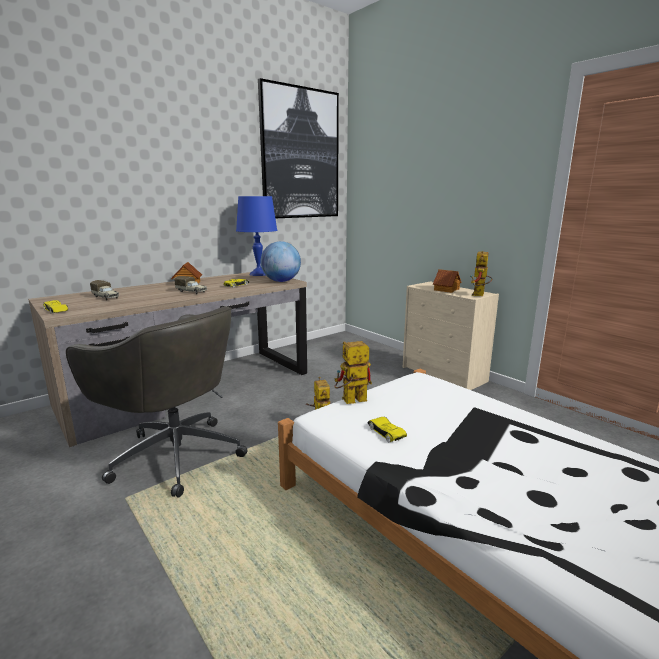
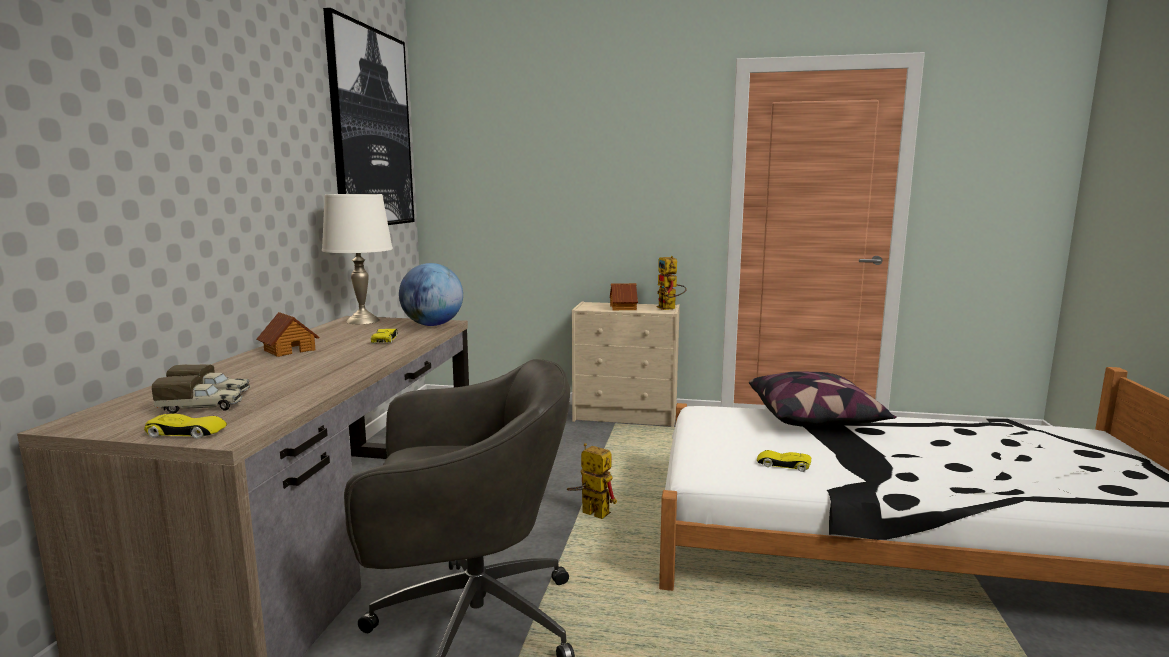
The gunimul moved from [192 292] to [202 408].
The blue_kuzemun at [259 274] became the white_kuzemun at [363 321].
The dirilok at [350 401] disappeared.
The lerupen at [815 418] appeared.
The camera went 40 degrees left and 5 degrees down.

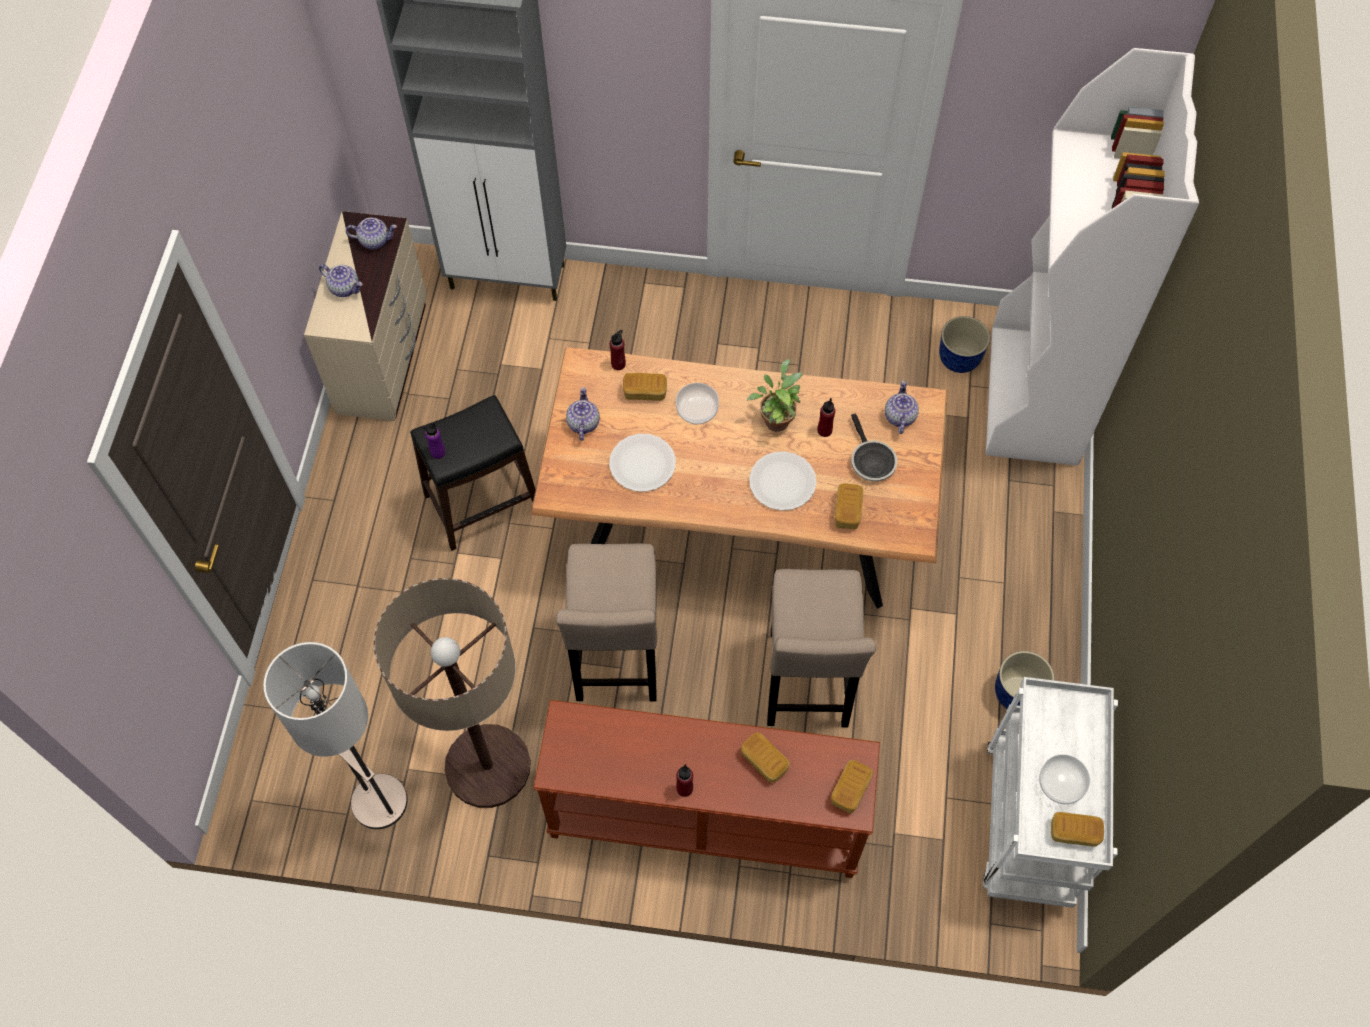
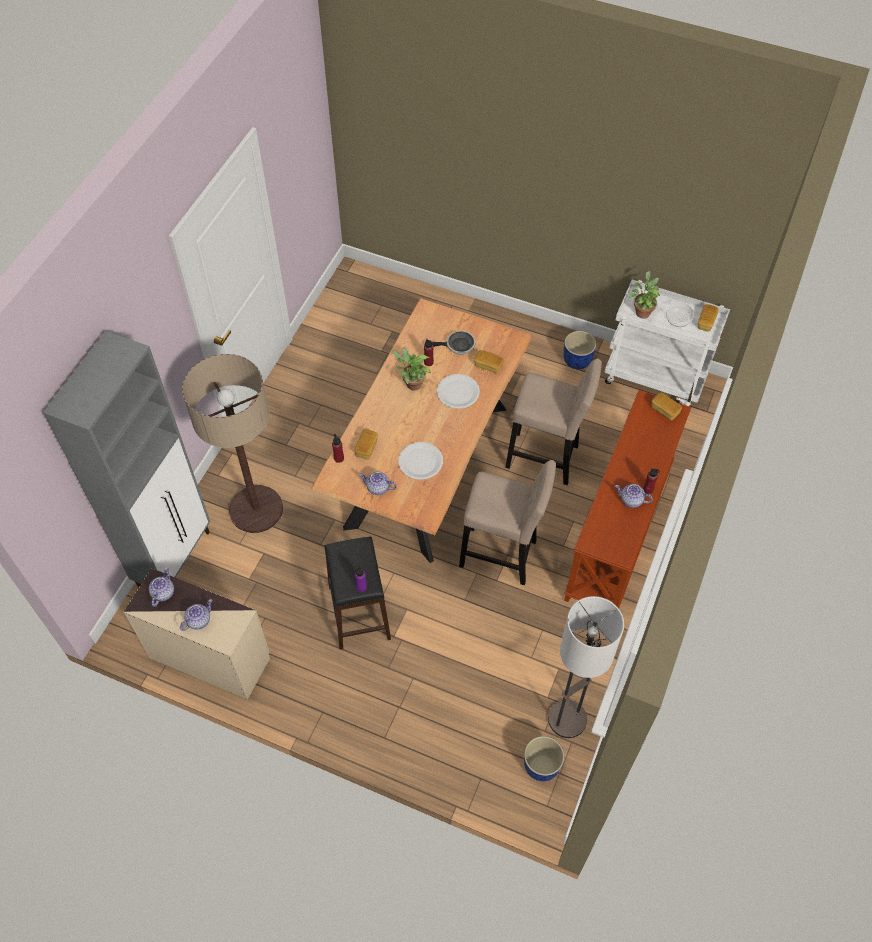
The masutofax moved from [487 766] to [256 509].
The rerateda at [697 410] disappeared.
The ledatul at [764 761] disappeared.
The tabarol moved from [899 416] to [631 500].
The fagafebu moved from [959 360] to [542 766].
The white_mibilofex at [1034 397] disappeared.
The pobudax at [642 311] appeared.
The camera went 75 degrees left and 5 degrees down.

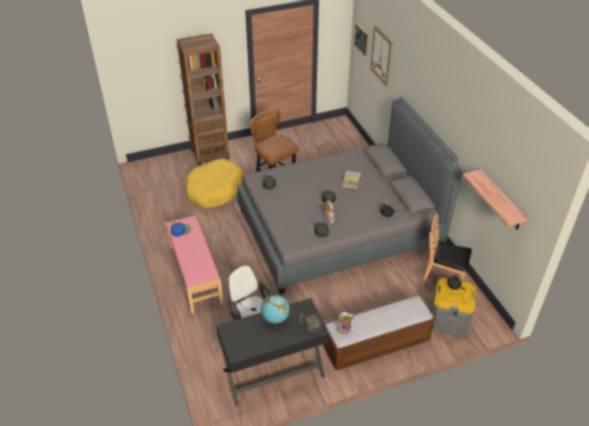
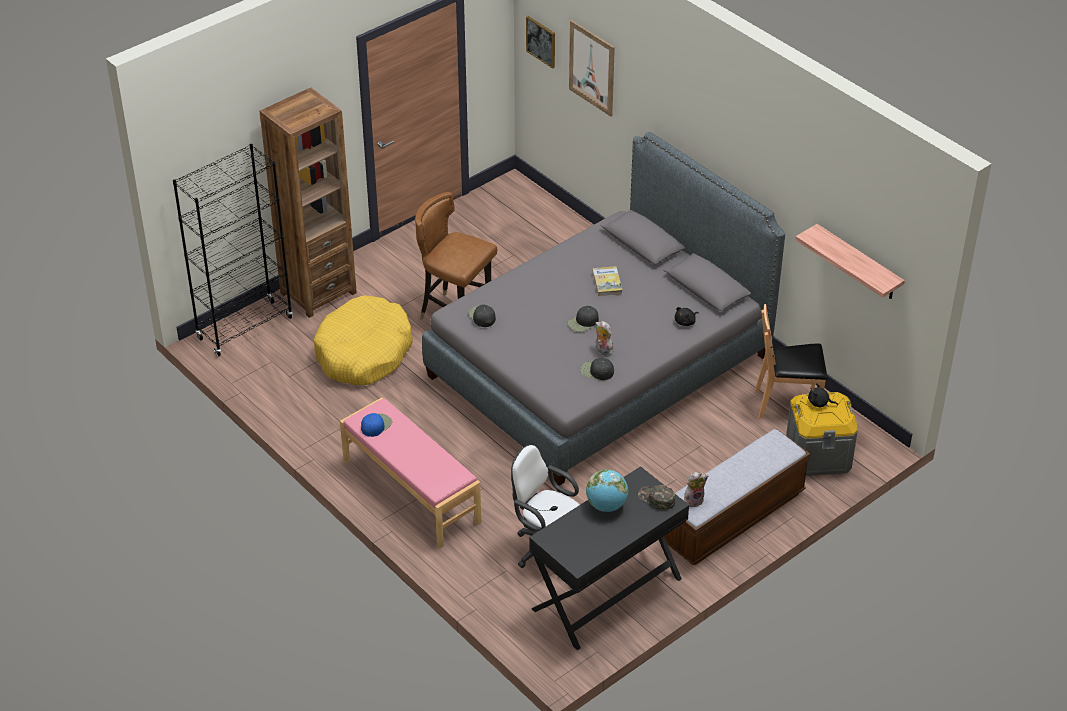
The black_mibilofex at [245 328] appeared.
The camera went 20 degrees left and 0 degrees up.

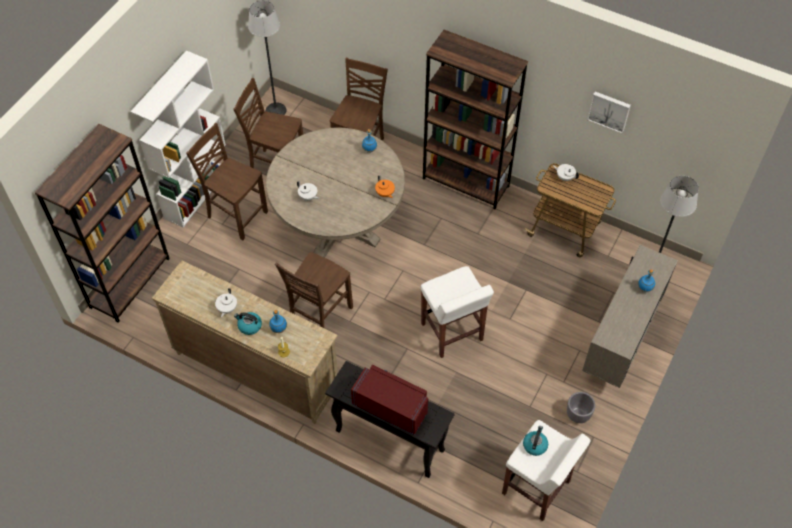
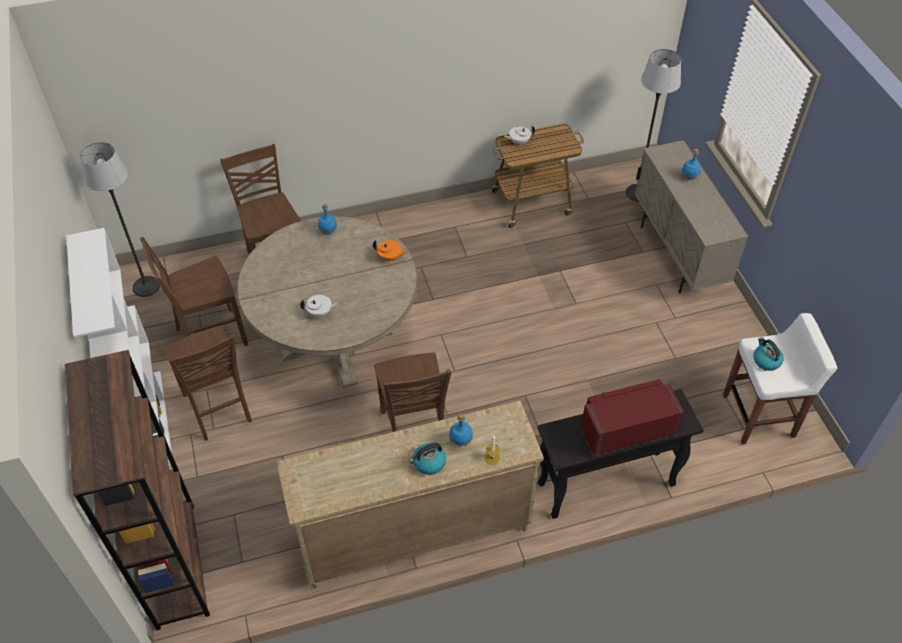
The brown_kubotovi at [236 215] turned 105 degrees counterclockwise.
The white_tabarol at [227 309] disappeared.
The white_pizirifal at [452 333] disappeared.
The brown_mibilofex at [466 182] disappeared.
The grey_fagafebu at [578 415] disappeared.
The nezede at [609 111] disappeared.
The camera went 45 degrees left and 5 degrees down.

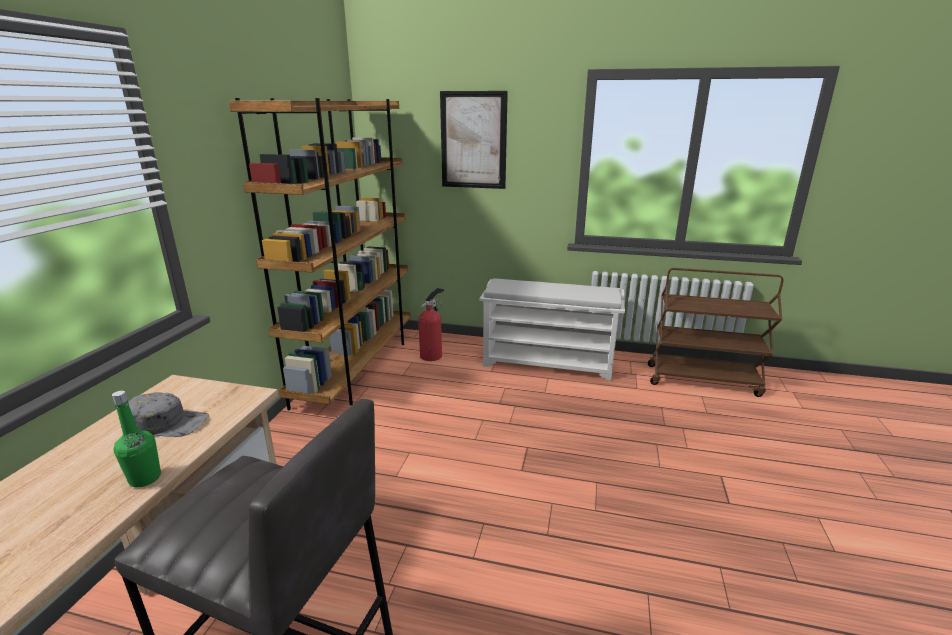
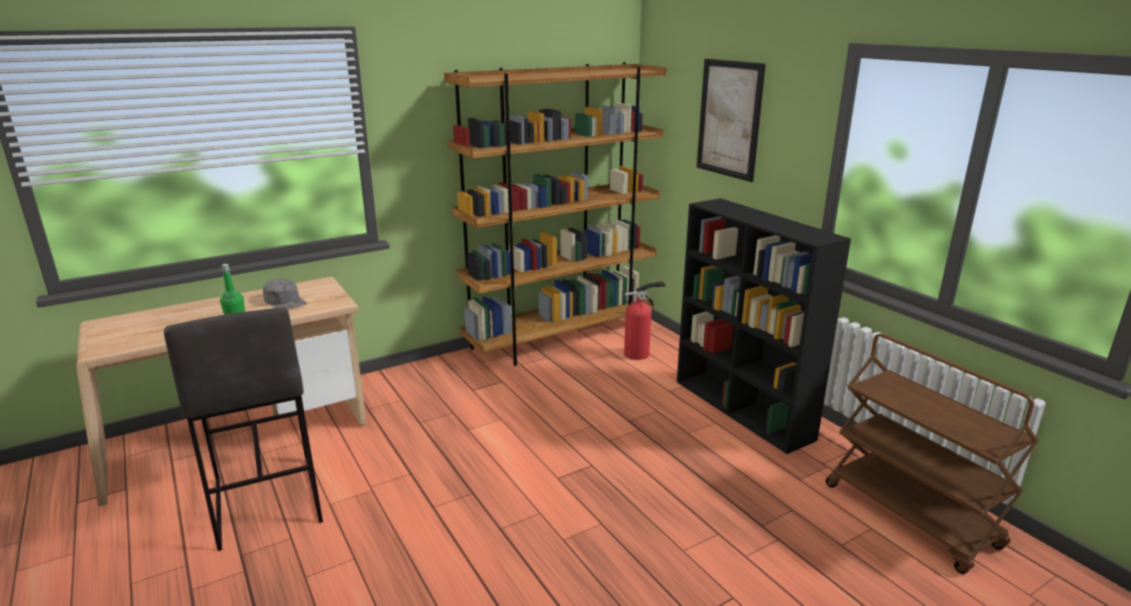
The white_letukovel at [549 363] was replaced by the black_mibilofex at [743 410].
The camera went 45 degrees right and 0 degrees up.

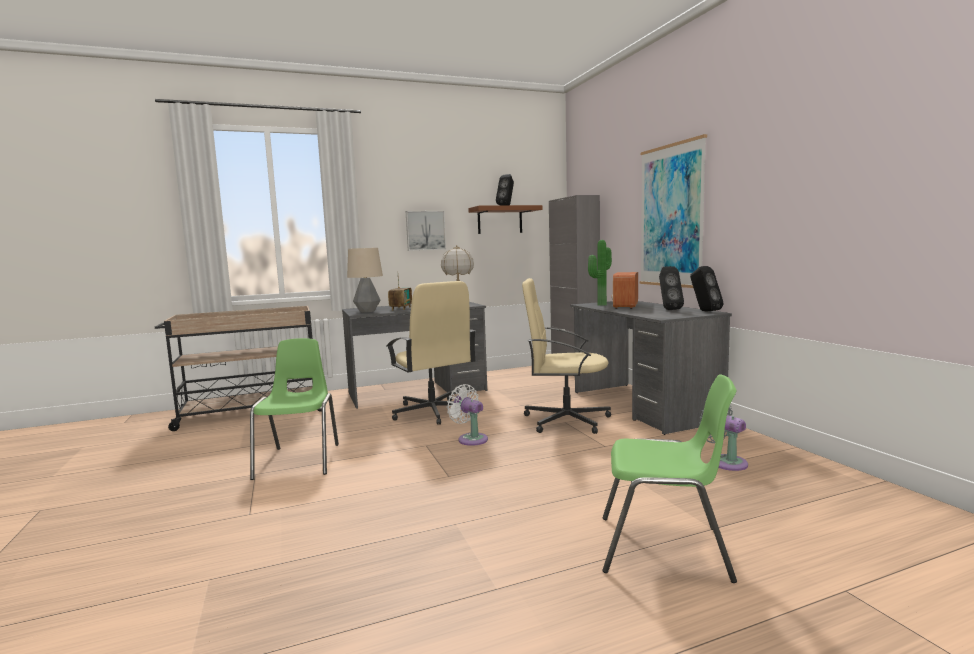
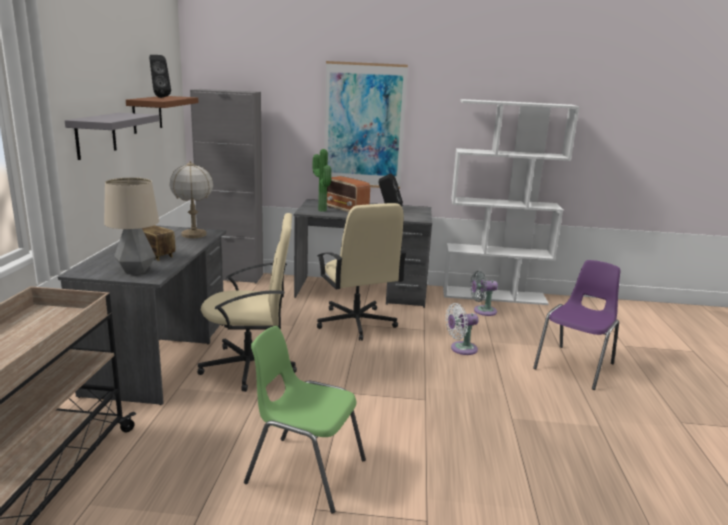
The nezede at [425 230] was replaced by the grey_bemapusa at [95 135].
The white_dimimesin moved from [470 439] to [461 349].
The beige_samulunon at [565 420] turned 60 degrees counterclockwise.
The green_kubotovi at [665 549] became the purple_kubotovi at [576 366].
The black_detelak at [704 311] disappeared.
The white_mibilofex at [494 295] appeared.
The camera went 65 degrees left and 10 degrees up.

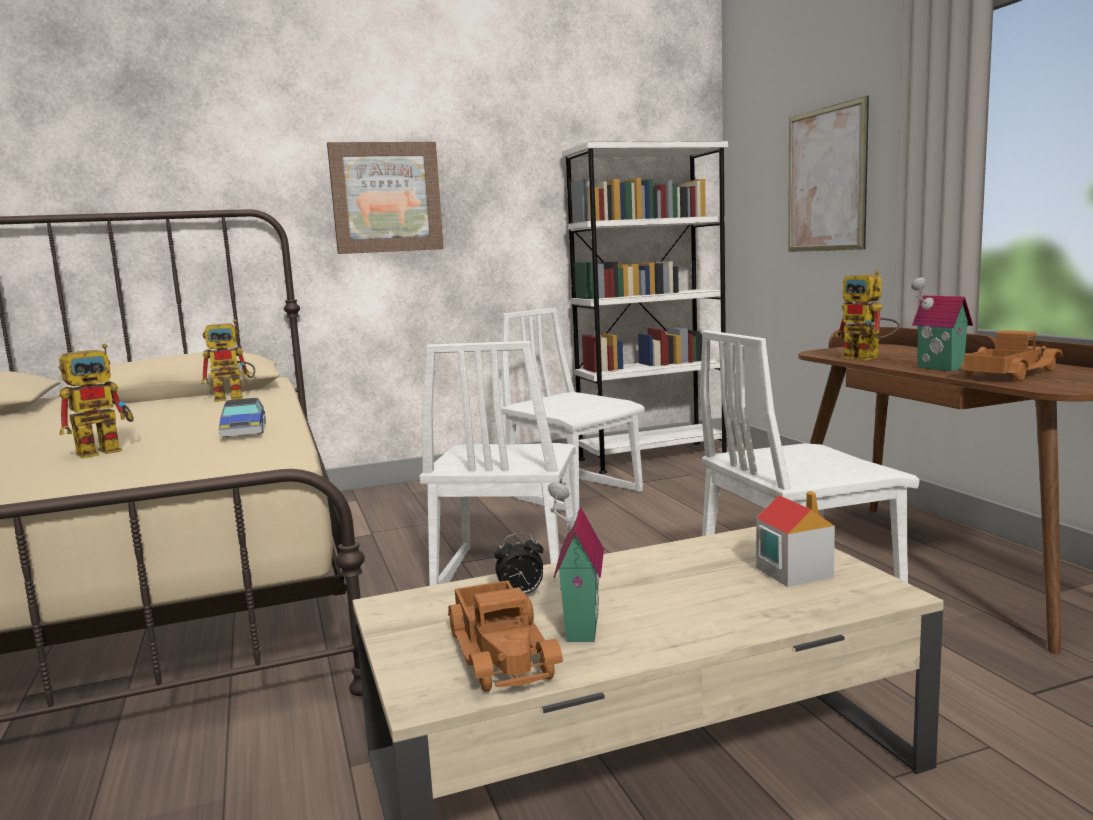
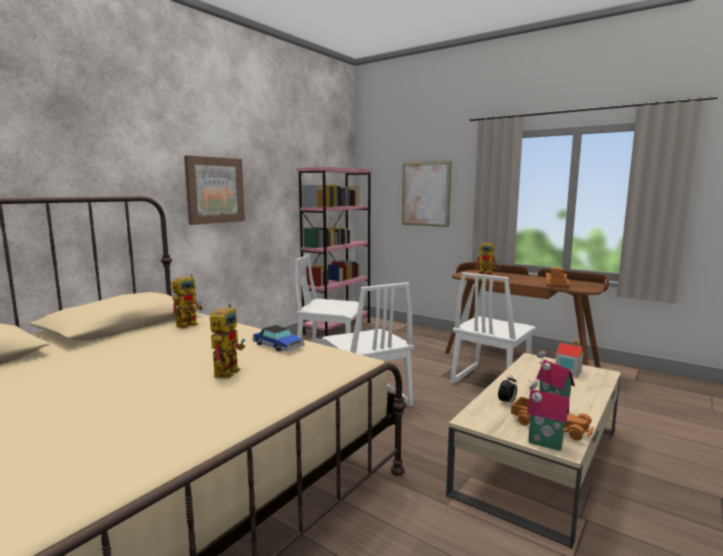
The white_mibilofex at [652 457] became the pink_mibilofex at [337 328].
The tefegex moved from [937 368] to [544 444].
The camera went 35 degrees left and 0 degrees up.

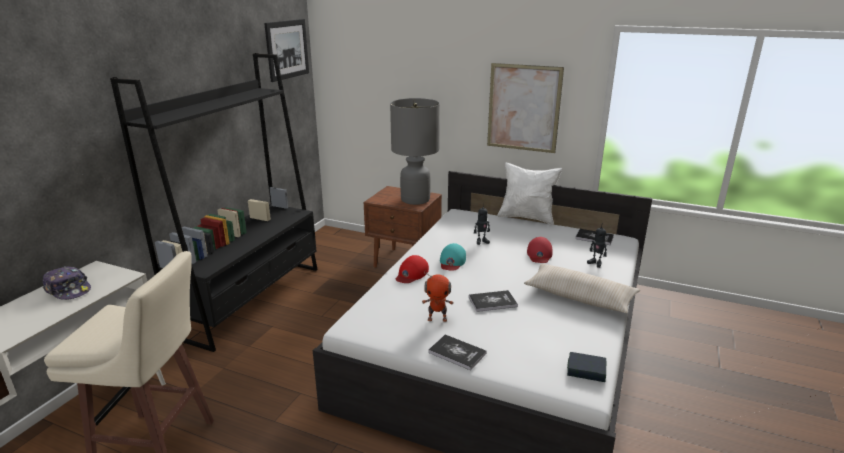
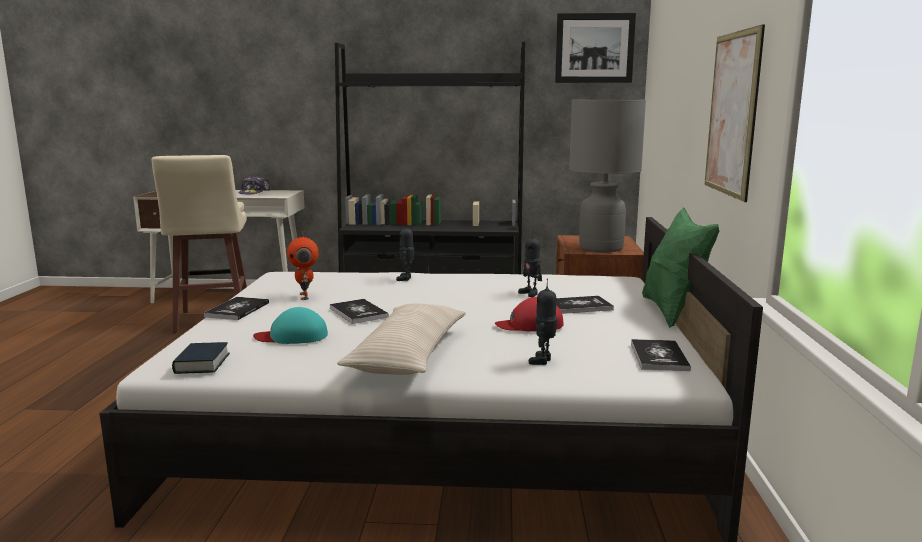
The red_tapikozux at [411 273] was replaced by the dirilok at [406 279].
The turquoise_tapikozux moved from [452 261] to [292 336].
The white_lerupen at [527 217] became the green_lerupen at [673 312].
The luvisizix at [579 306] appeared.
The camera went 70 degrees right and 10 degrees down.

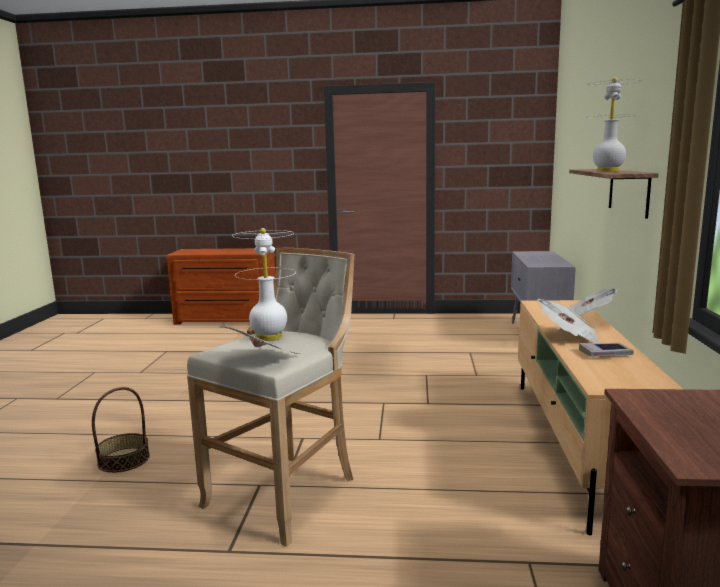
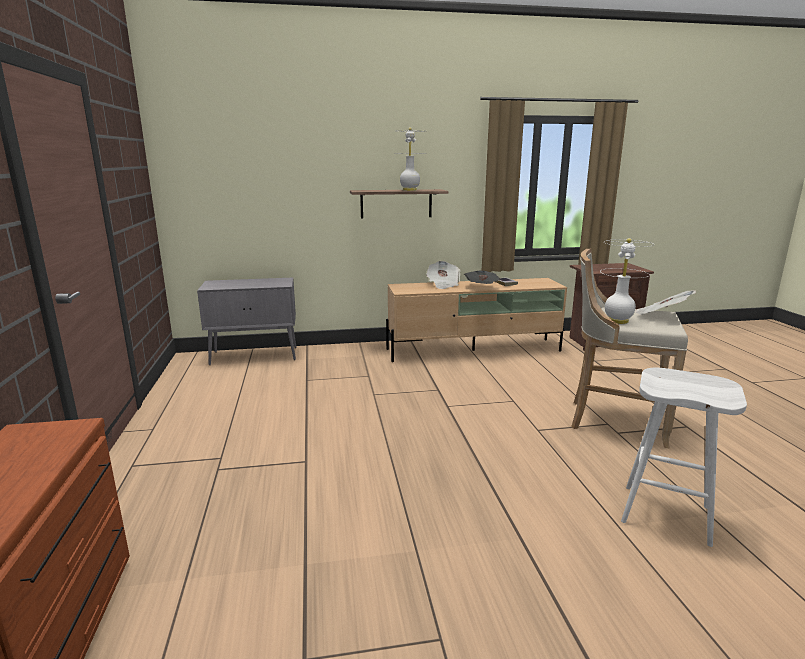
The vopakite at [123 460] was replaced by the white_pizirifal at [667 514].
The camera went 105 degrees left and 5 degrees up.

